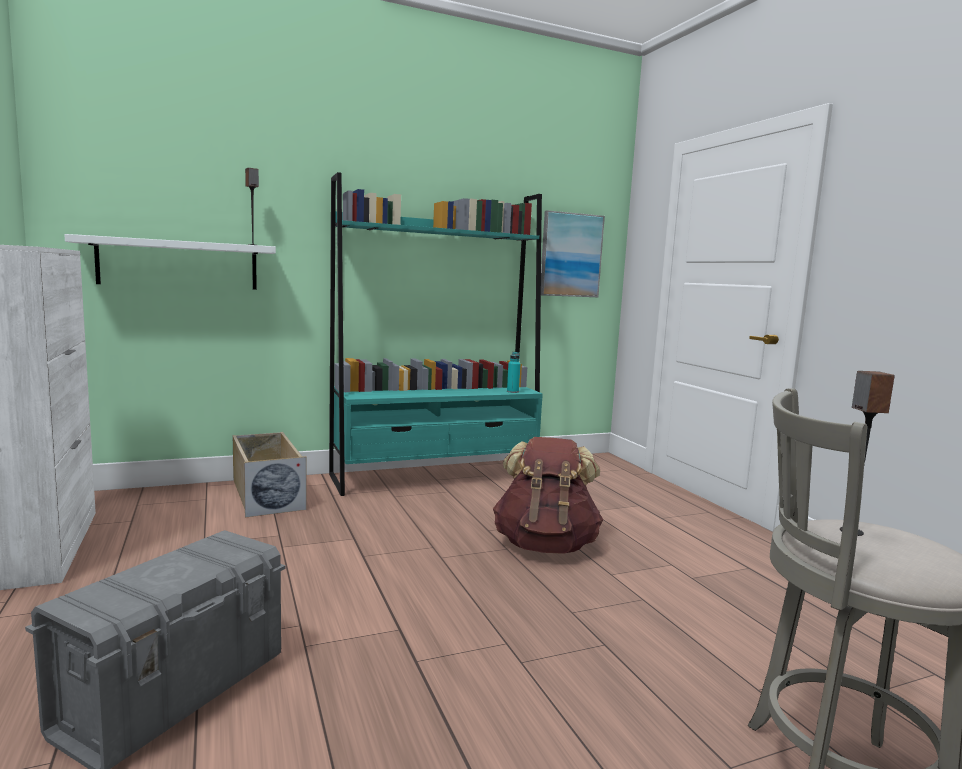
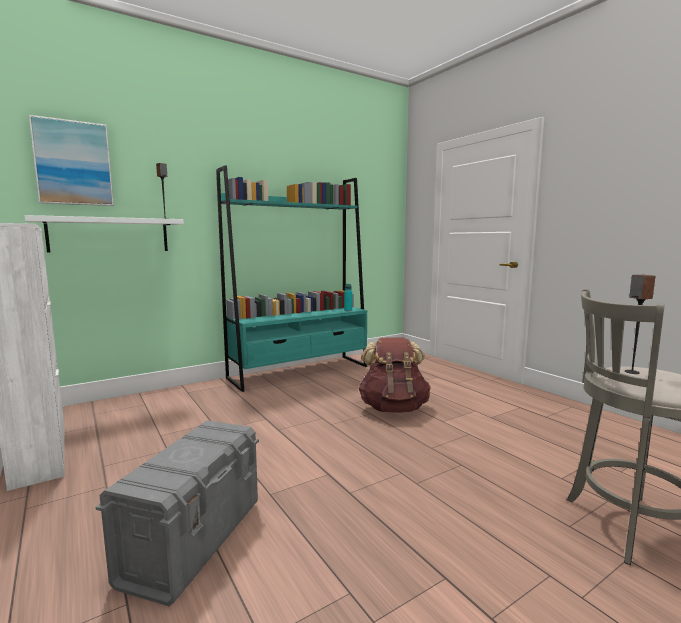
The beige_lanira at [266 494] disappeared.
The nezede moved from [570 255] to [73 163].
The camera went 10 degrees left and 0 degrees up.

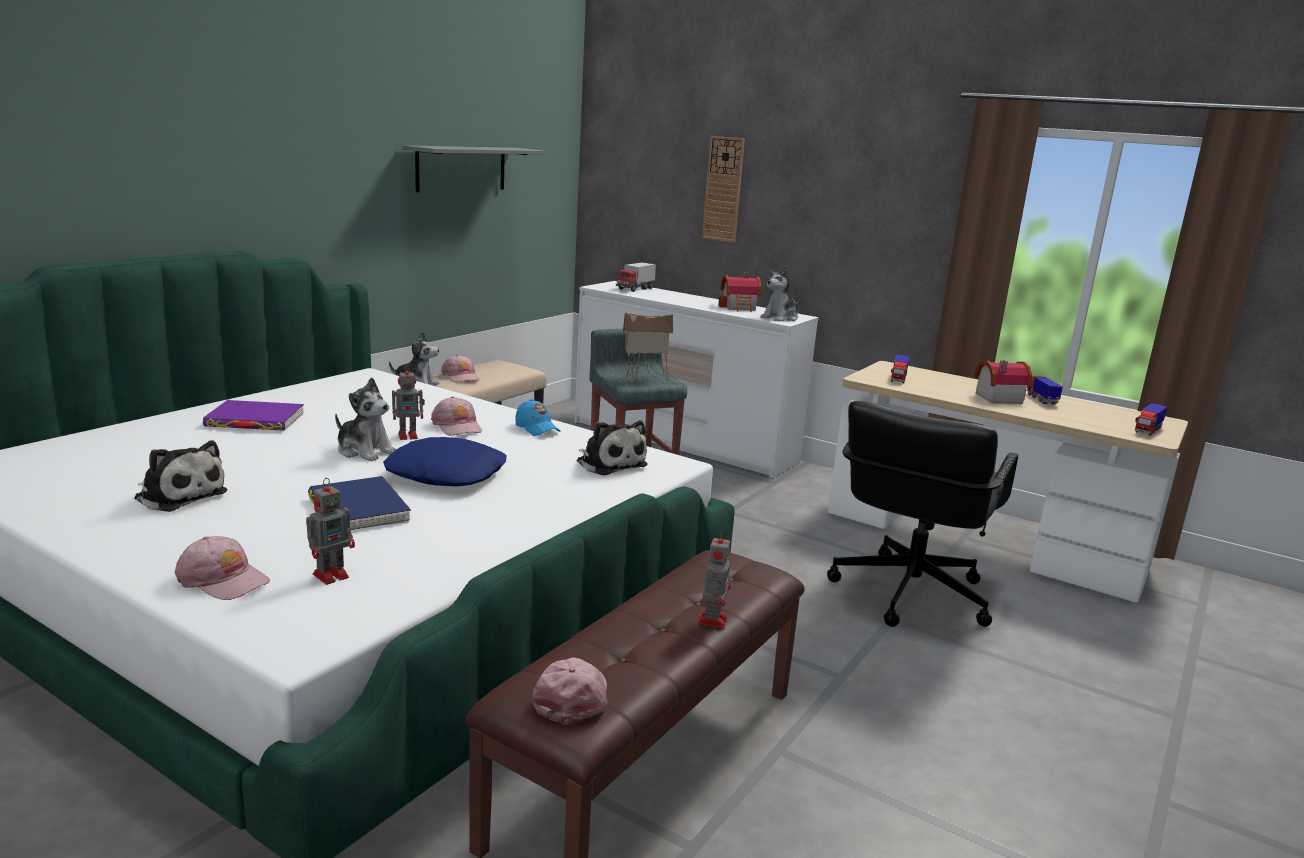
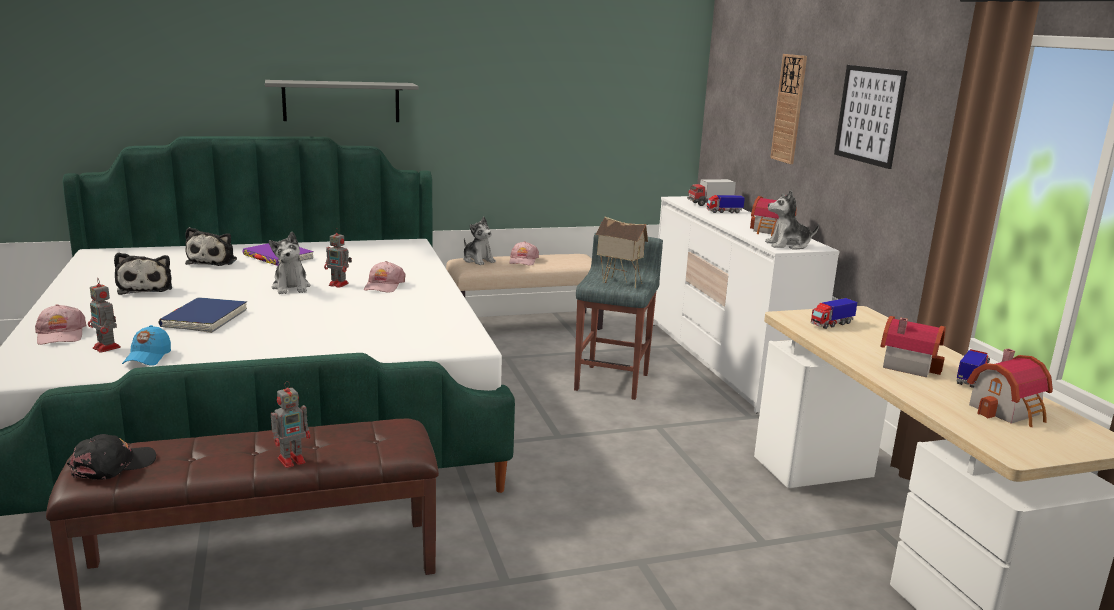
The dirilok at [332 575] turned 45 degrees clockwise.
The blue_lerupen at [447 474] disappeared.
The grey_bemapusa moved from [461 168] to [341 101].
The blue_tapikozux moved from [537 429] to [147 357].
The pink_tapikozux at [572 697] became the black_tapikozux at [113 465].
The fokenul moved from [609 463] to [213 261].
The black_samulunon at [908 594] disappeared.
The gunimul moved from [1147 430] to [724 212].
The nezede at [869 115] appeared.
The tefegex at [1008 411] appeared.
The camera went 40 degrees right and 0 degrees up.

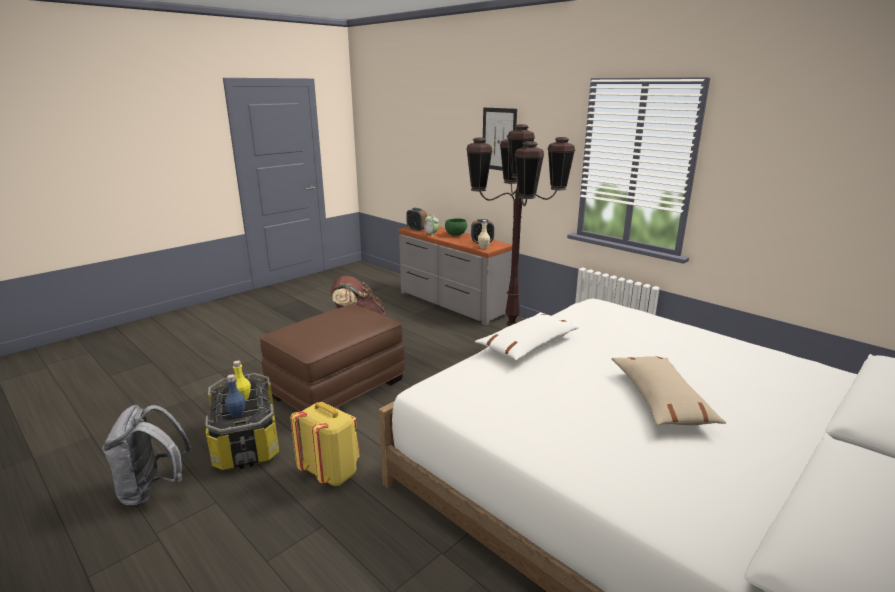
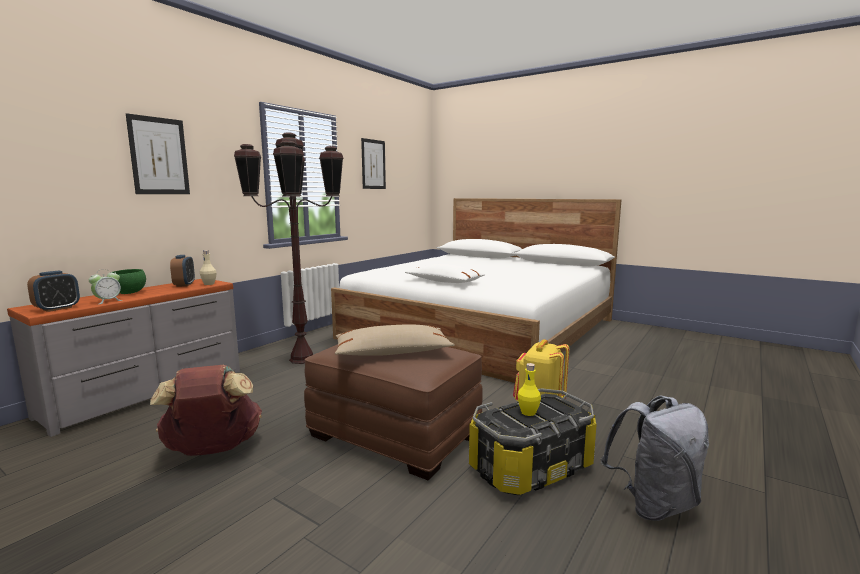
The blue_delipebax at [237 414] disappeared.
The beige_lerupen moved from [660 400] to [392 352].
The nezede at [373 164] appeared.
The camera went 100 degrees left and 10 degrees down.

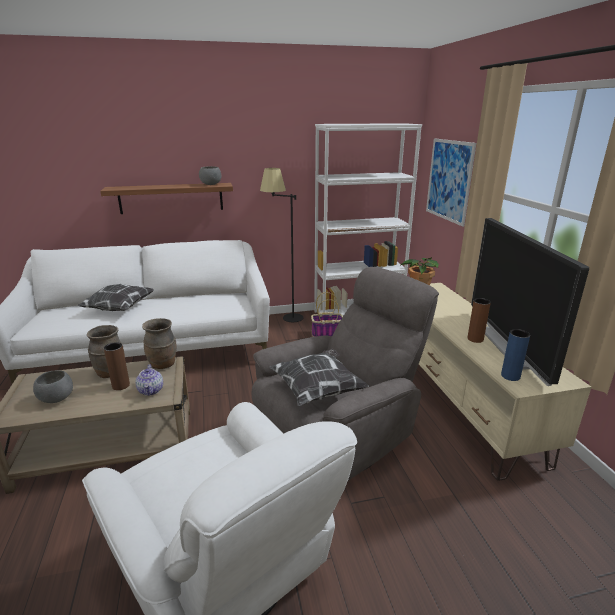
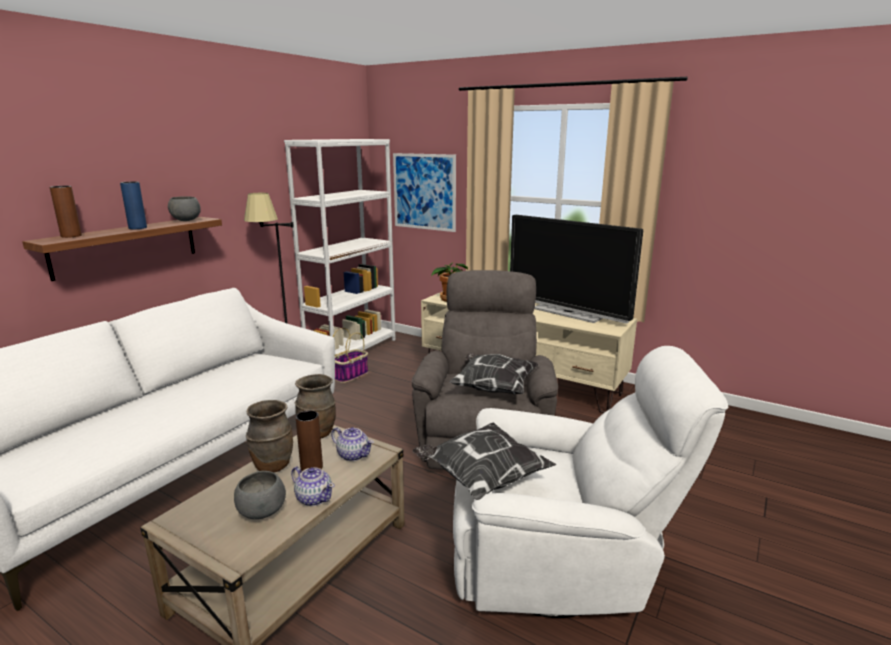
The lerupen moved from [119 308] to [481 478].
The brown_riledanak moved from [475 339] to [71 236].
The blue_riledanak moved from [510 376] to [137 228].
The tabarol at [314 498] appeared.
The camera went 45 degrees left and 5 degrees down.

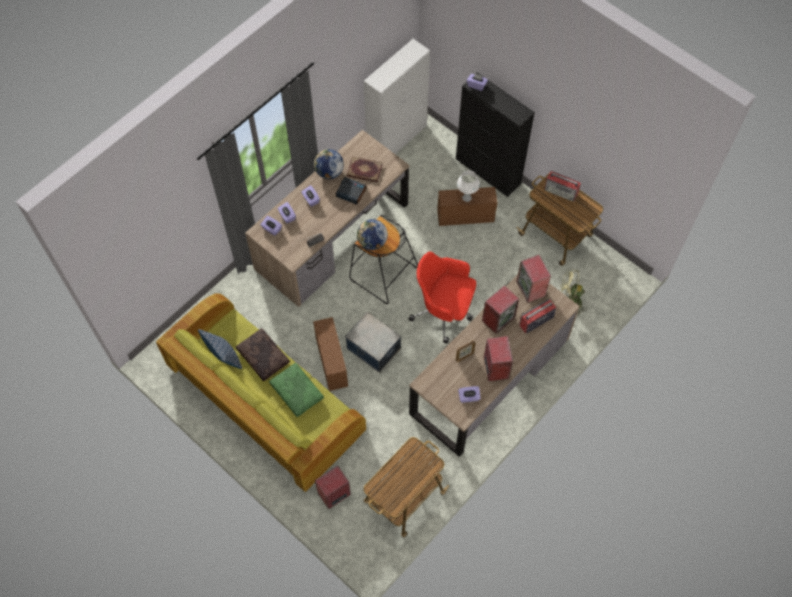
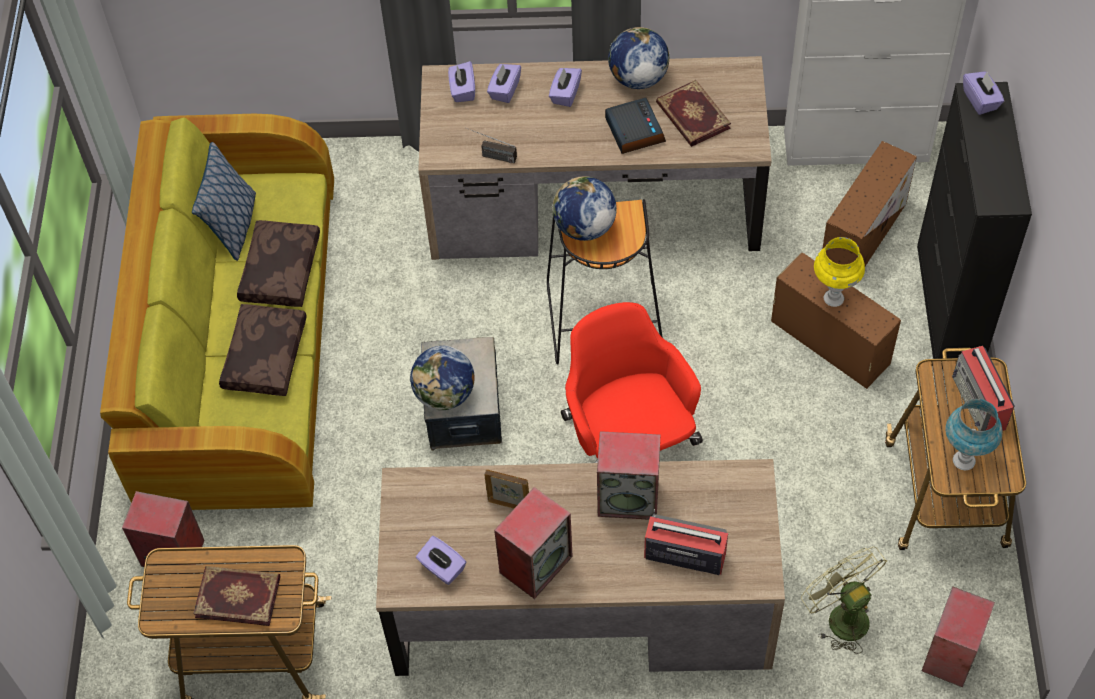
The green_lerupen at [296 392] became the brown_lerupen at [264 355].
The brown_lanira moved from [331 361] to [864 233].
The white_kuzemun at [466 198] became the yellow_kuzemun at [833 298].
The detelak moved from [531 289] to [951 656].
The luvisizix at [238 595] appeared.
The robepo at [445 394] appeared.
The blue_kuzemun at [964 461] appeared.
The camera went 50 degrees right and 5 degrees down.

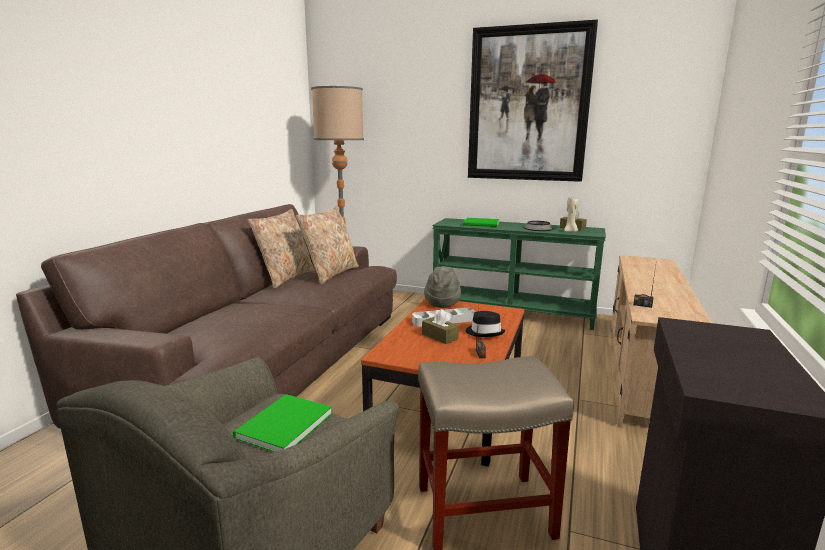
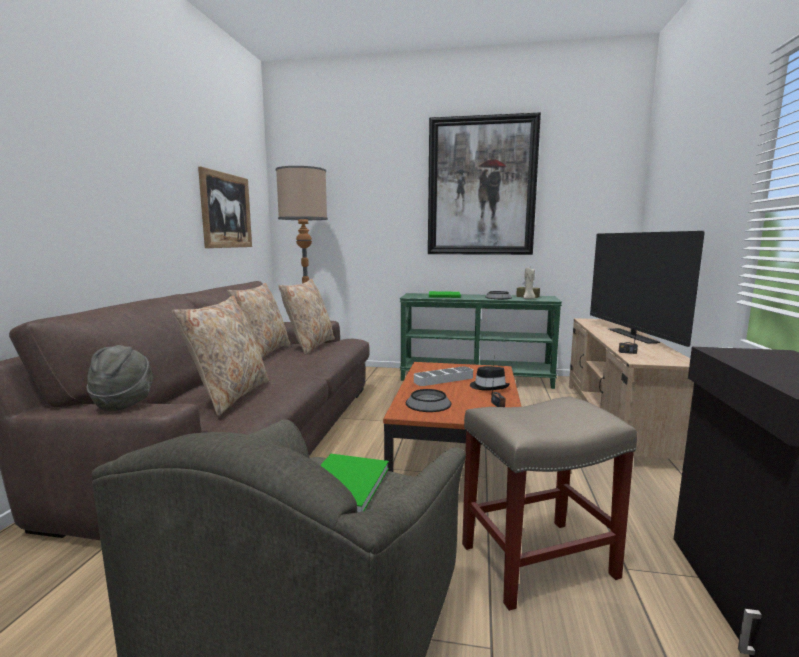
The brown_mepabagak at [439 336] disappeared.
The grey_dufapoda moved from [442 303] to [124 403].
The beige_lerupen at [230 395] appeared.
The nezede at [226 211] appeared.
The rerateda at [428 403] appeared.
The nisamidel at [632 336] appeared.
The camera went 10 degrees left and 5 degrees down.

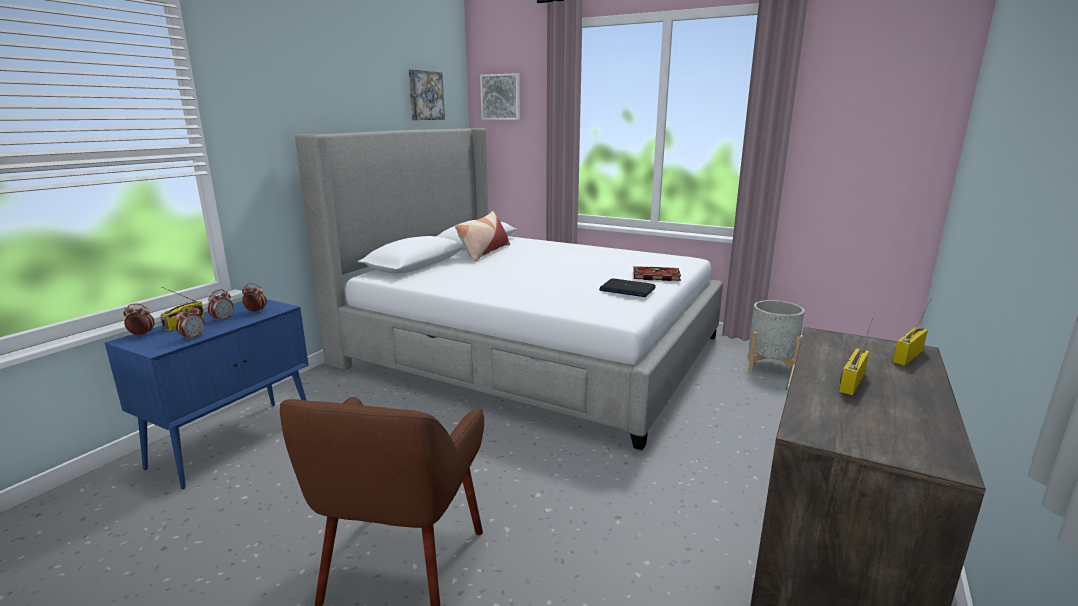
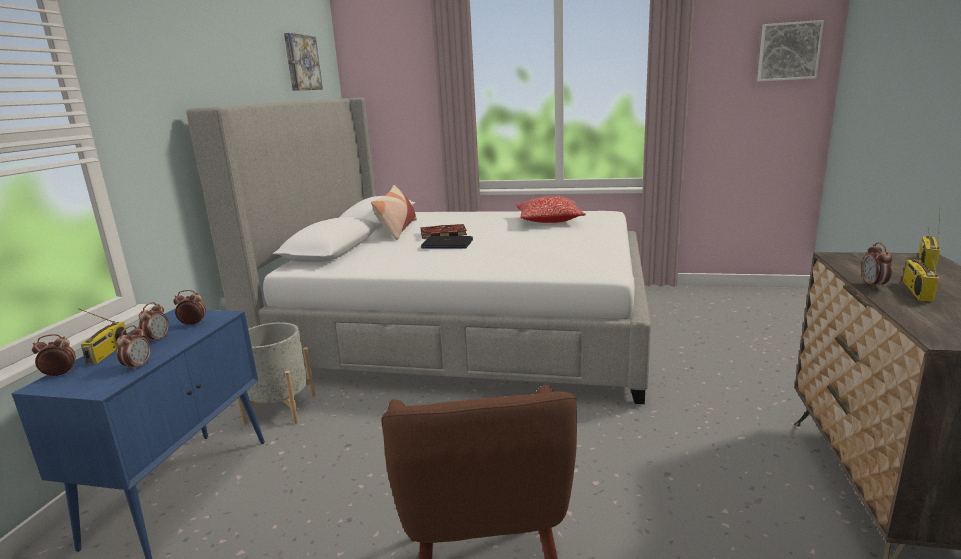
The nezede moved from [501 97] to [788 51].
The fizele moved from [627 289] to [447 244].
The luvisizix moved from [655 276] to [442 234].
The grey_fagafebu moved from [770 366] to [280 409].
The lerupen at [549 220] appeared.
The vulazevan at [873 285] appeared.
The camera went 15 degrees left and 0 degrees up.

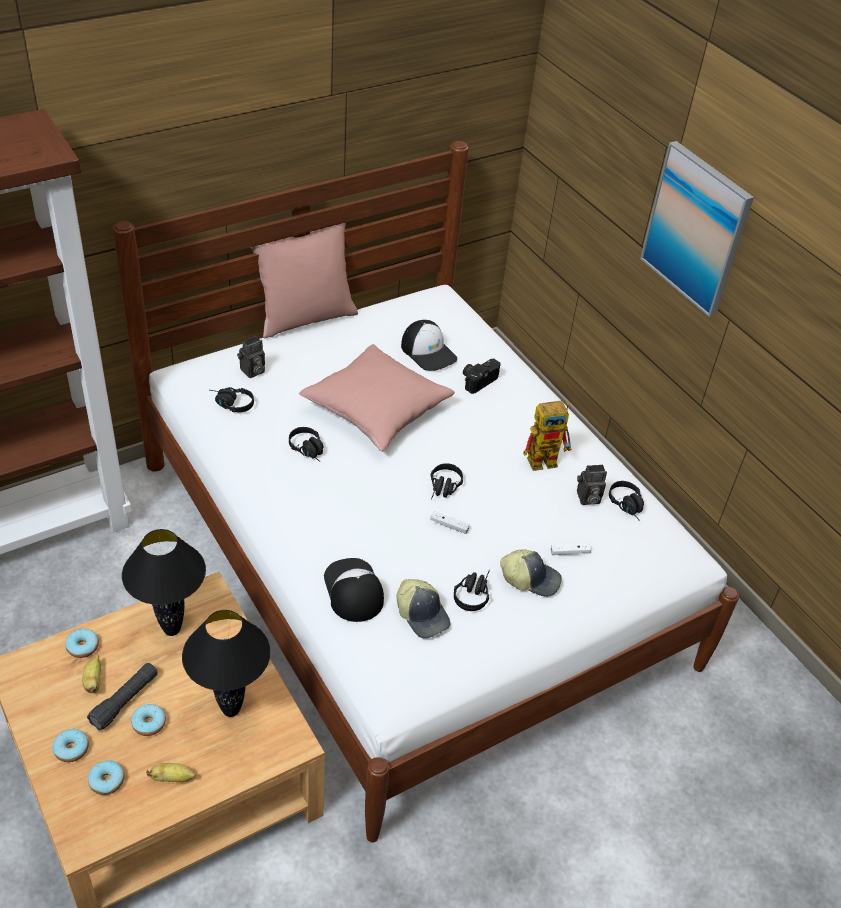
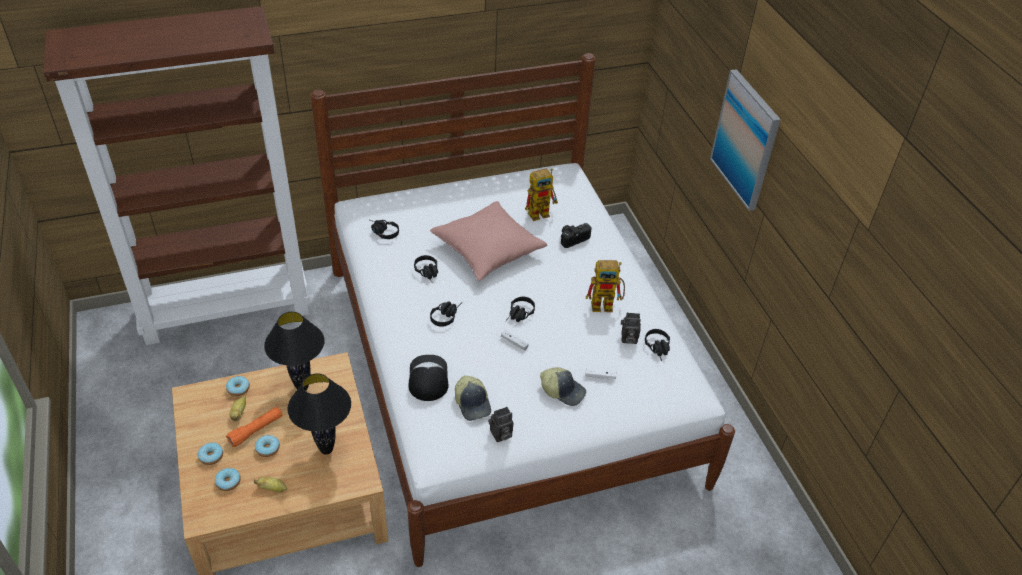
The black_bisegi at [125 701] became the orange_bisegi at [256 430].
The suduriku moved from [252 371] to [500 435].
The pink_lerupen at [305 318] disappeared.
The tapikozux at [428 352] was replaced by the dirilok at [542 212].
The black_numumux moved from [473 593] to [446 316].
The camera went 15 degrees right and 0 degrees up.

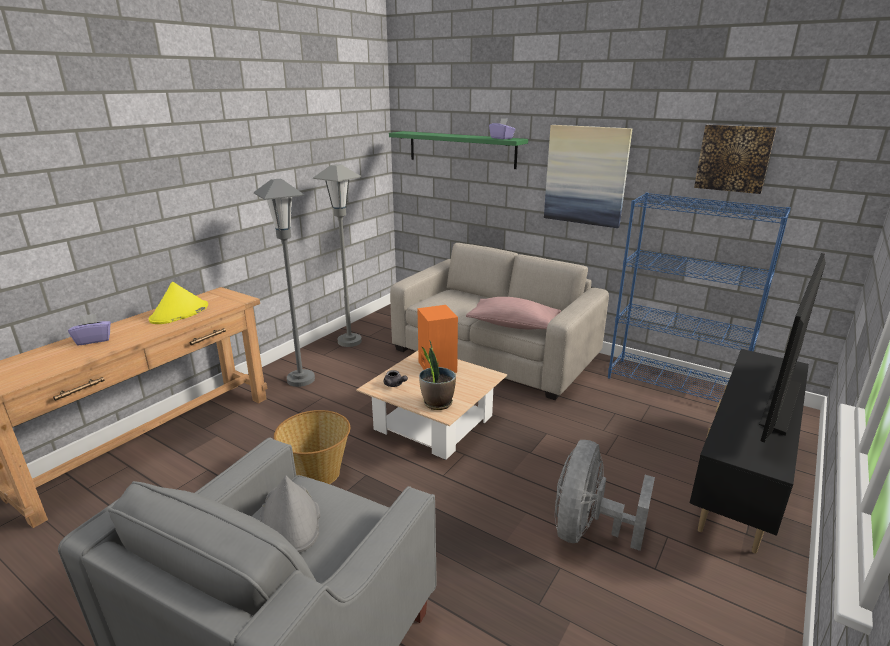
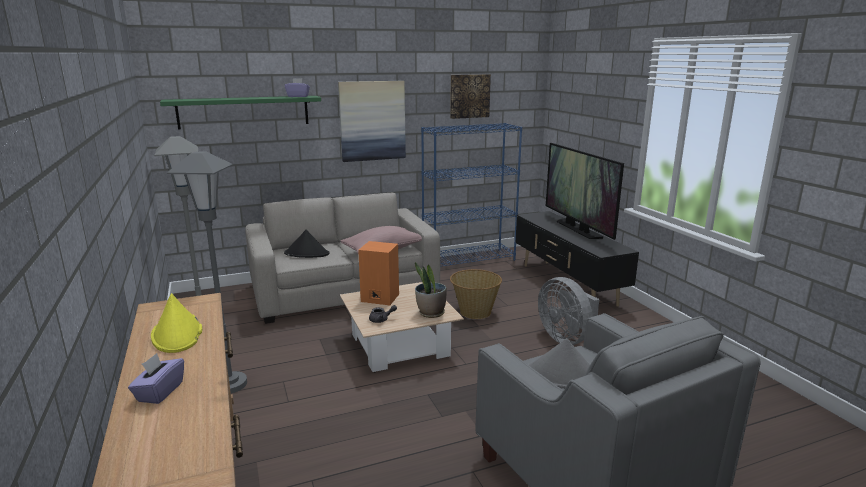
The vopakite moved from [317 473] to [474 312].
The black_dufapoda at [307 254] appeared.
The camera went 55 degrees left and 5 degrees down.

